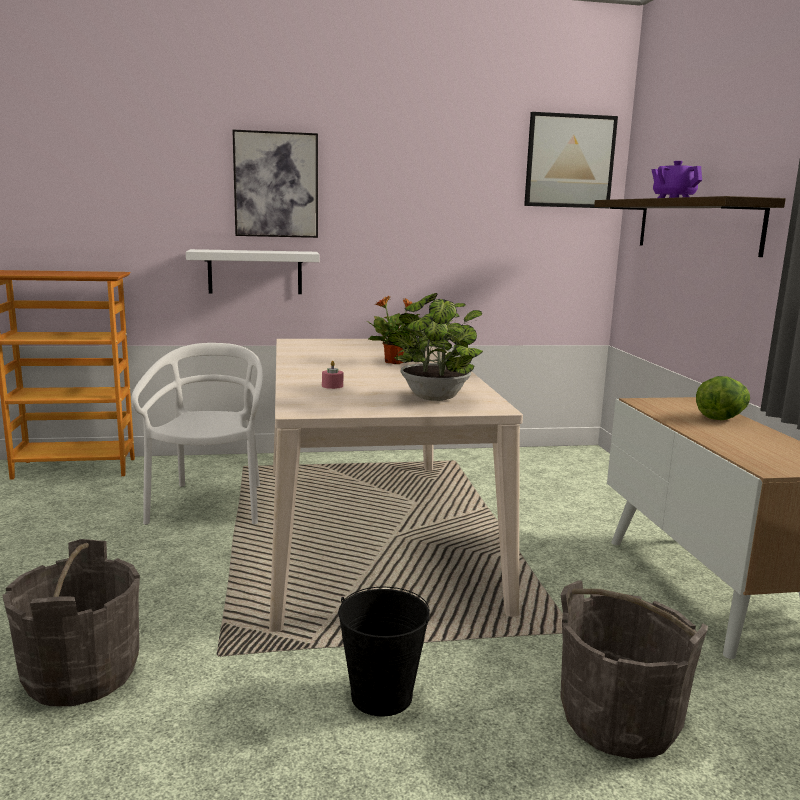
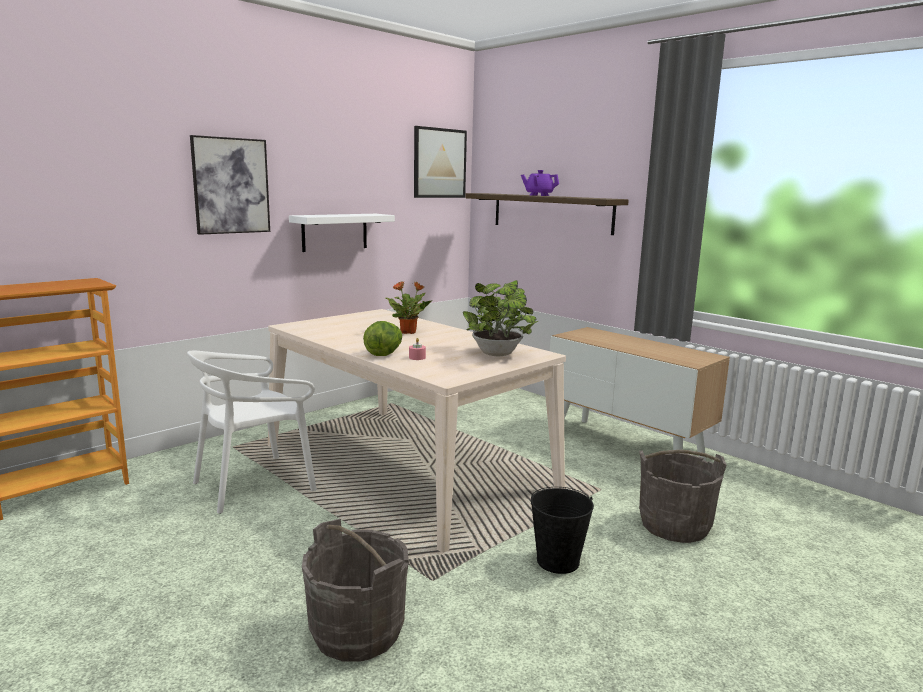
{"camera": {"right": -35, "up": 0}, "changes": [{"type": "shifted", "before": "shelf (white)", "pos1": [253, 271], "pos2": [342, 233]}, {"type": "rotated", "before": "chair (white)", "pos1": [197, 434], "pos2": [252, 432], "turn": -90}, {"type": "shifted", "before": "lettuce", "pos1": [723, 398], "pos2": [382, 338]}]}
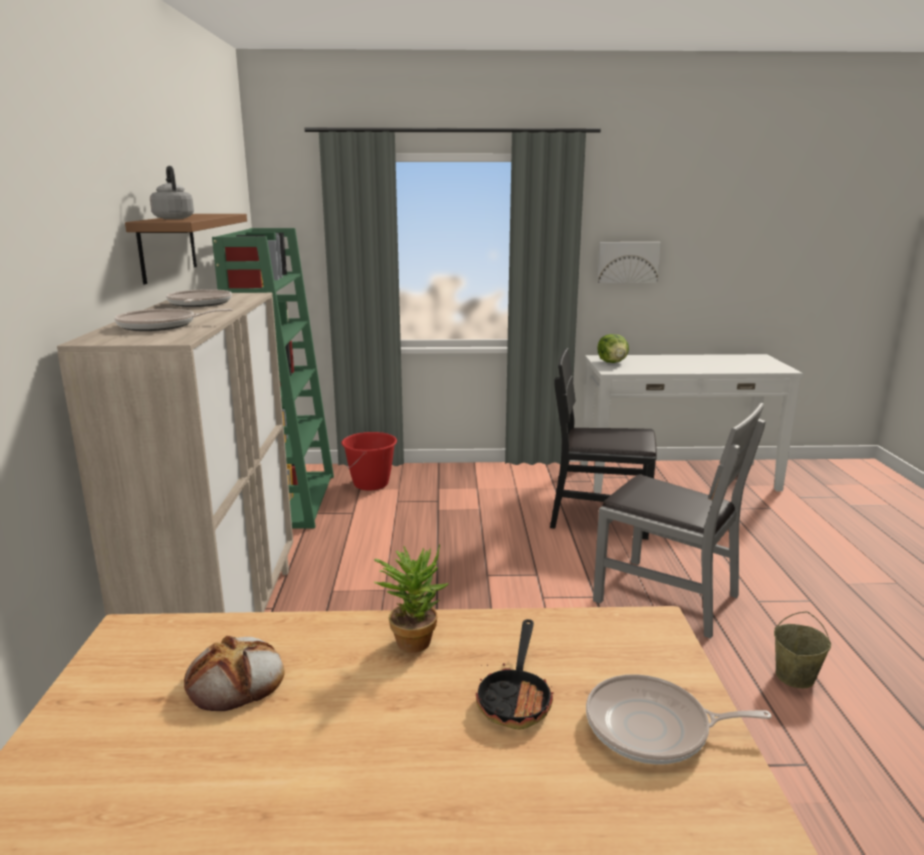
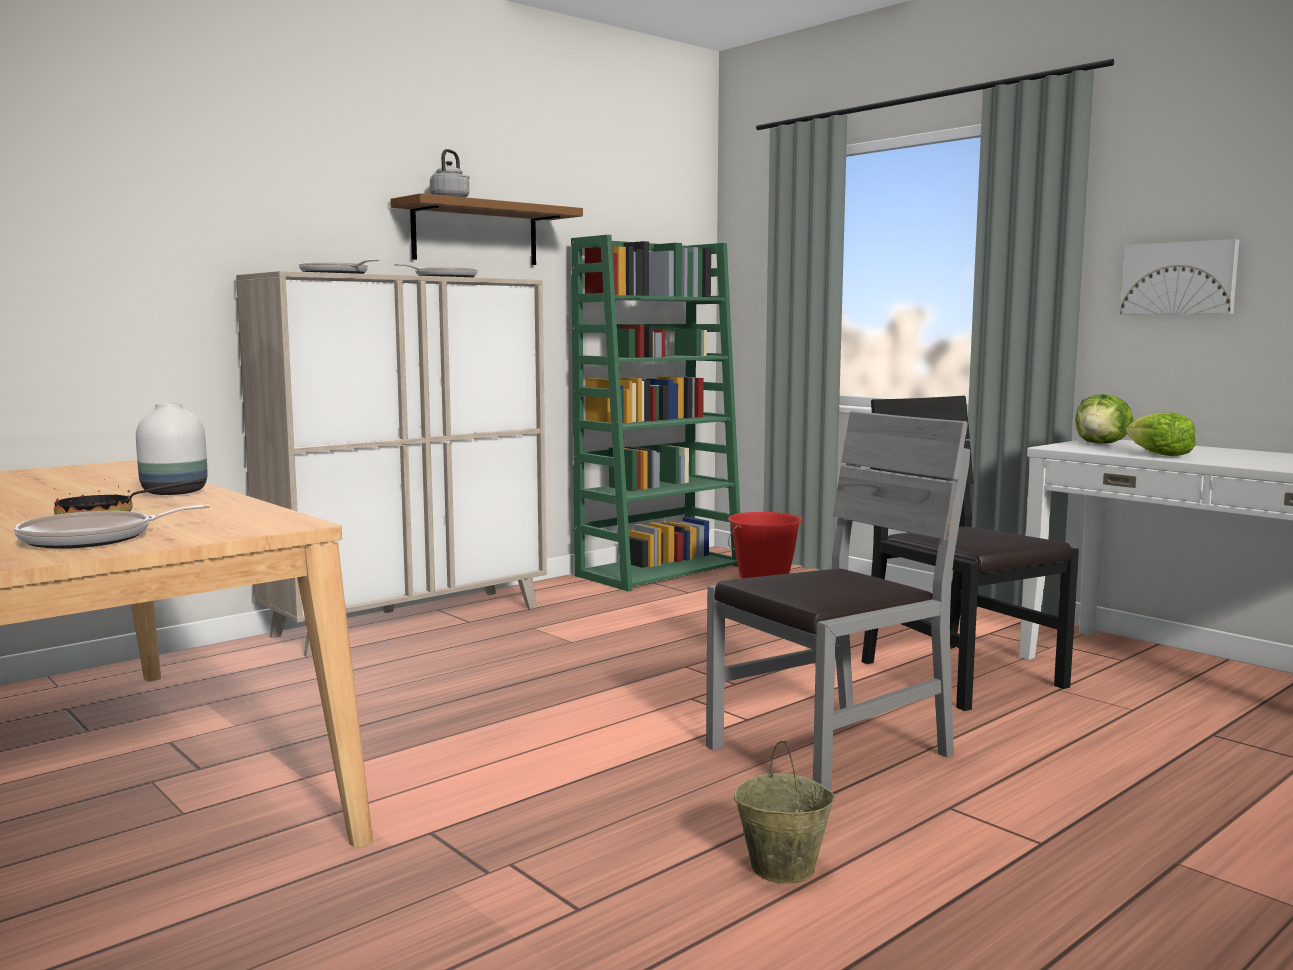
{"camera": {"right": 50, "up": -10}, "changes": [{"type": "rotated", "before": "chair (grey)", "pos1": [679, 521], "pos2": [838, 601], "turn": -120}, {"type": "swapped", "before": "potted plant", "after": "vase (white)", "pos1": [410, 598], "pos2": [172, 448]}, {"type": "gone", "before": "bread", "pos1": [234, 673]}, {"type": "rotated", "before": "frying pan", "pos1": [679, 719], "pos2": [112, 527], "turn": -90}, {"type": "new", "after": "lettuce", "pos2": [1161, 434]}]}
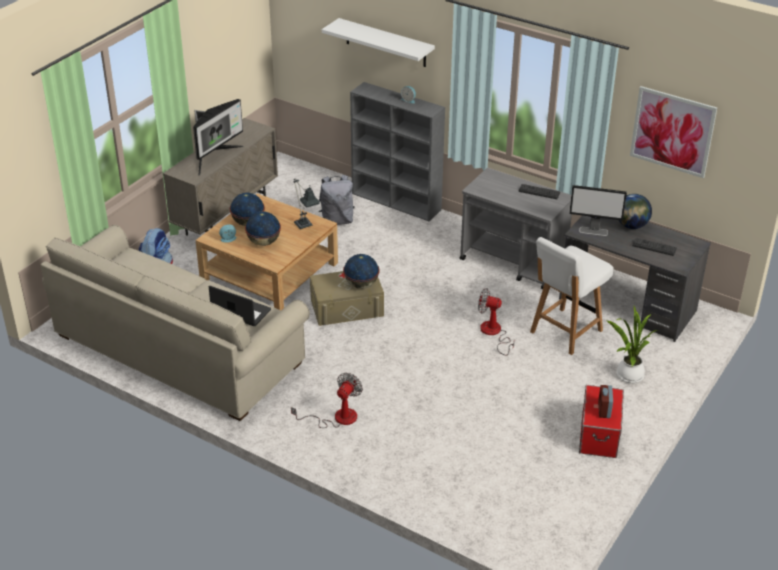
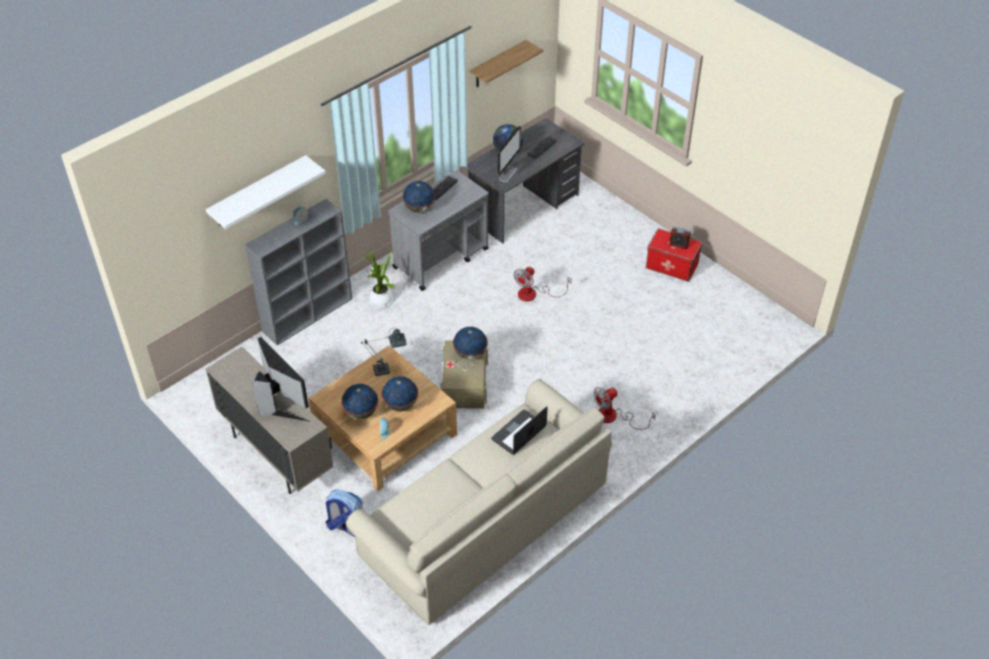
{"camera": {"right": -75, "up": 10}, "changes": [{"type": "swapped", "before": "picture", "after": "shelf", "pos1": [673, 132], "pos2": [506, 63]}, {"type": "gone", "before": "backpack (grey)", "pos1": [337, 200]}, {"type": "gone", "before": "chair (white)", "pos1": [572, 296]}, {"type": "shifted", "before": "potted plant", "pos1": [632, 344], "pos2": [377, 279]}, {"type": "rotated", "before": "fan", "pos1": [327, 400], "pos2": [625, 408], "turn": -75}, {"type": "new", "after": "globe", "pos2": [418, 197]}]}
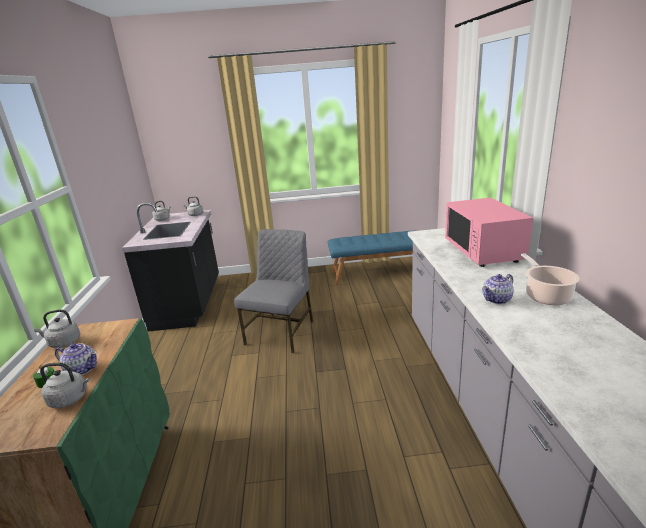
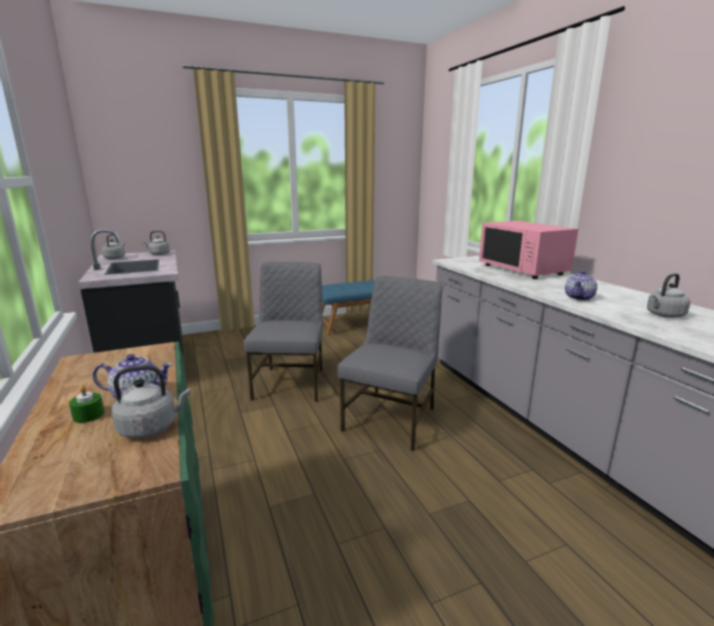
{"camera": {"right": -20, "up": -5}, "changes": [{"type": "gone", "before": "cooking pot", "pos1": [550, 279]}, {"type": "shifted", "before": "kettle (grey)", "pos1": [57, 328], "pos2": [668, 295]}, {"type": "new", "after": "chair (grey)", "pos2": [390, 363]}]}
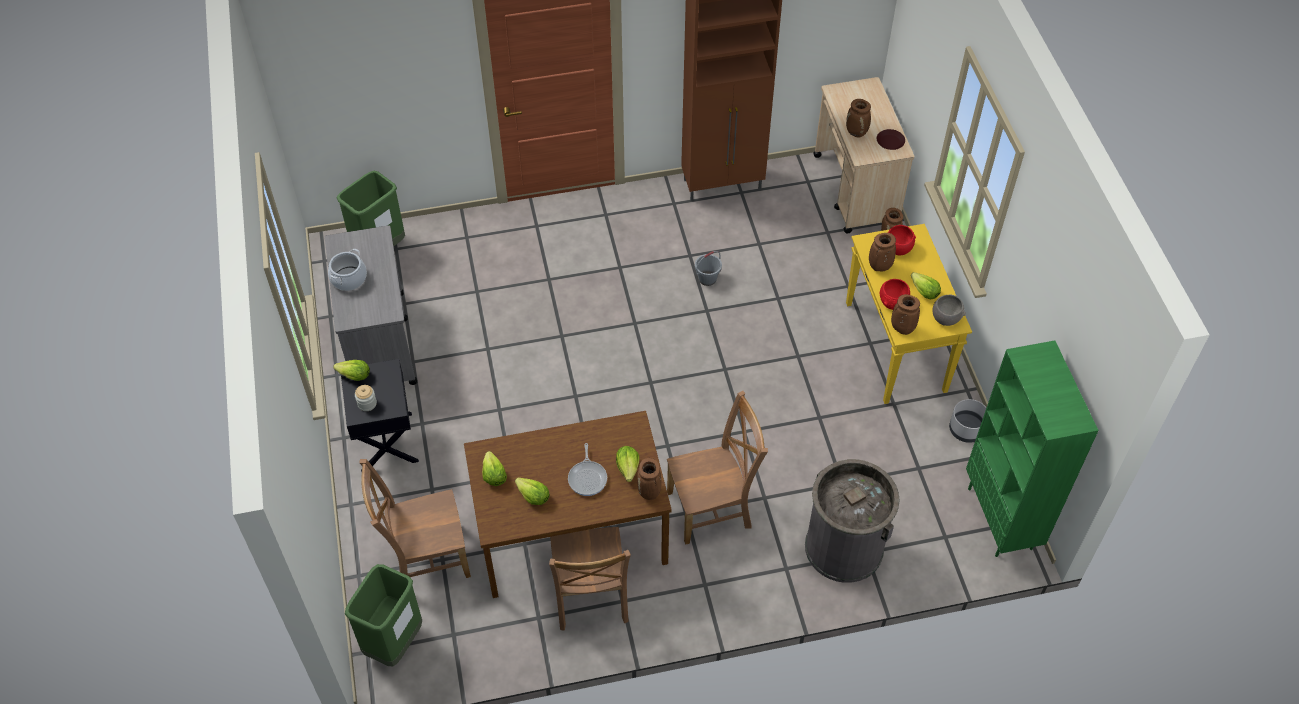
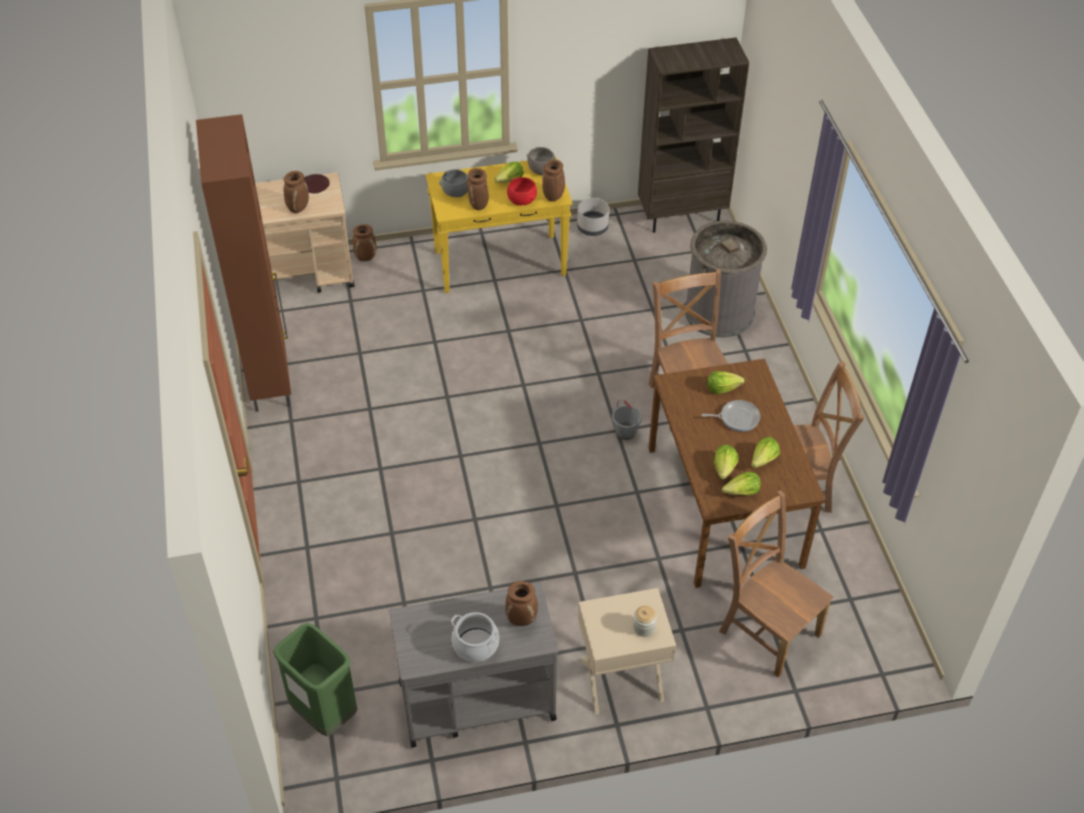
{"camera": {"right": -90, "up": -5}, "changes": [{"type": "repainted", "before": "bowl (red)", "after": "bowl (grey)", "pos1": [902, 240], "pos2": [453, 183]}, {"type": "shifted", "before": "bucket (grey)", "pos1": [708, 268], "pos2": [627, 419]}, {"type": "repainted", "before": "bookcase (green)", "after": "bookcase (brown)", "pos1": [1032, 449], "pos2": [693, 135]}, {"type": "repainted", "before": "nightstand (black)", "after": "nightstand (beige)", "pos1": [380, 415], "pos2": [627, 651]}, {"type": "shifted", "before": "lettuce", "pos1": [351, 370], "pos2": [726, 462]}, {"type": "shifted", "before": "vase (brown)", "pos1": [649, 479], "pos2": [521, 603]}, {"type": "rotated", "before": "chair (brown)", "pos1": [415, 518], "pos2": [776, 583], "turn": 150}, {"type": "gone", "before": "trash can (green)", "pos1": [383, 615]}]}
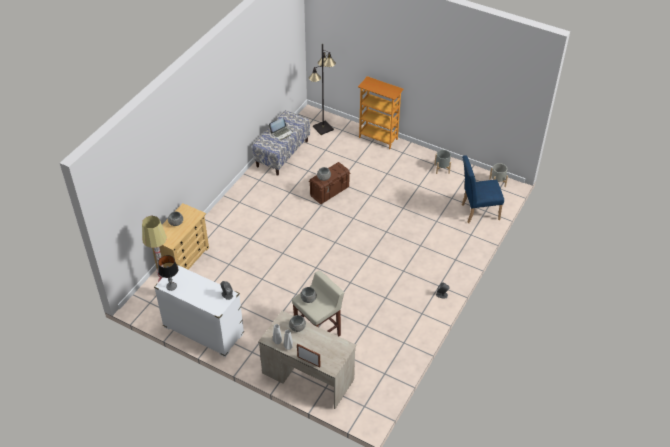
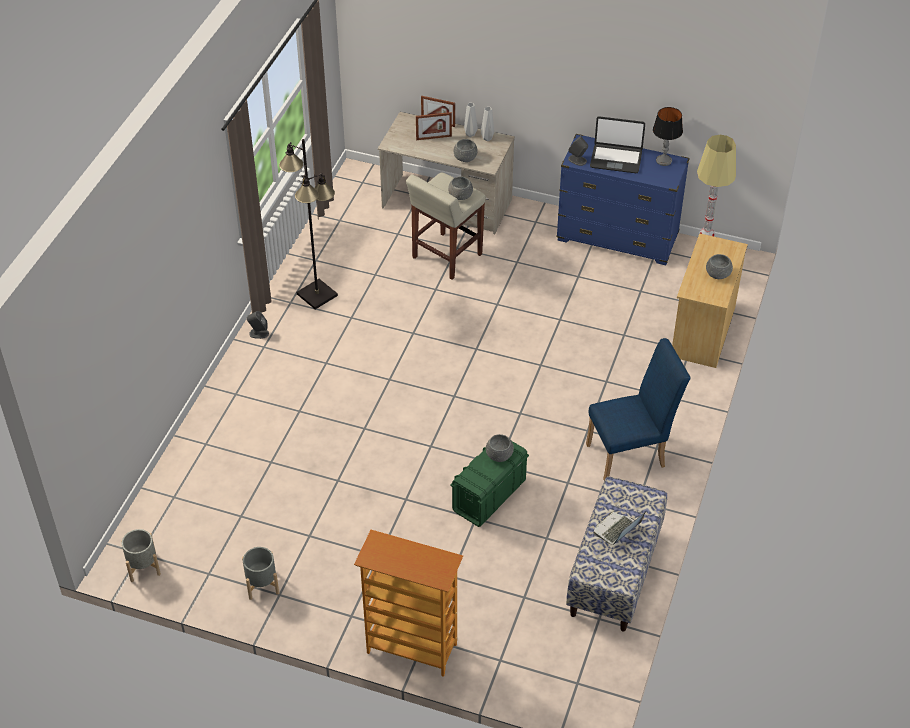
{"camera": {"right": 170, "up": 0}, "changes": [{"type": "shifted", "before": "floor lamp (black)", "pos1": [322, 89], "pos2": [308, 224]}, {"type": "shifted", "before": "chair (blue)", "pos1": [483, 189], "pos2": [638, 409]}, {"type": "repainted", "before": "storage box (brown)", "after": "storage box (green)", "pos1": [329, 183], "pos2": [489, 484]}, {"type": "repainted", "before": "dresser (white)", "after": "dresser (blue)", "pos1": [199, 311], "pos2": [623, 199]}, {"type": "new", "after": "picture frame", "pos2": [434, 126]}, {"type": "new", "after": "laptop", "pos2": [617, 144]}]}
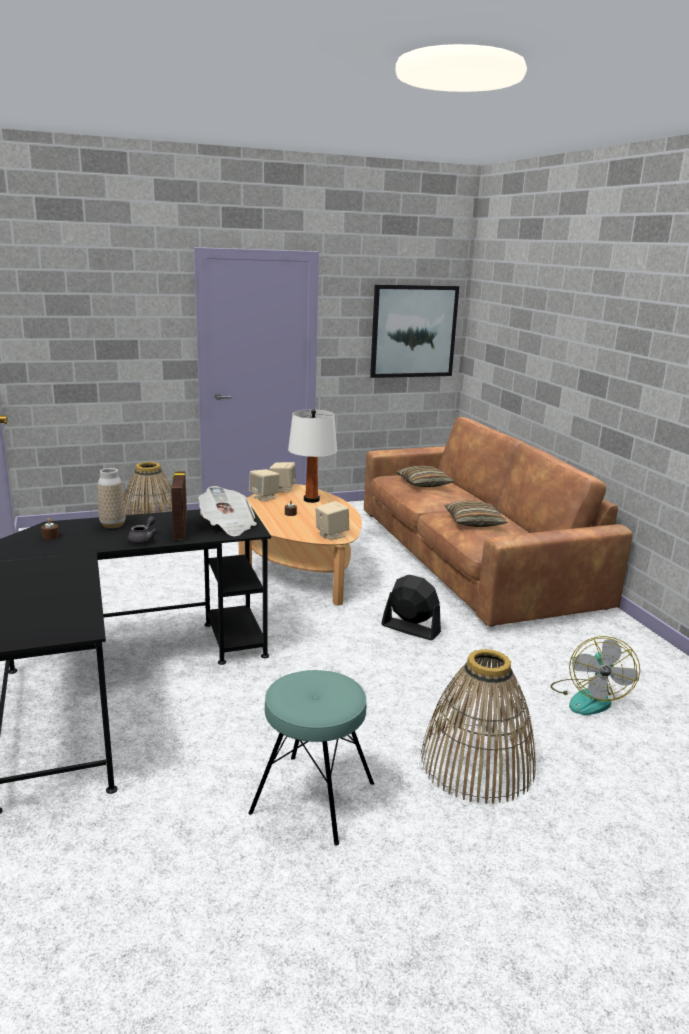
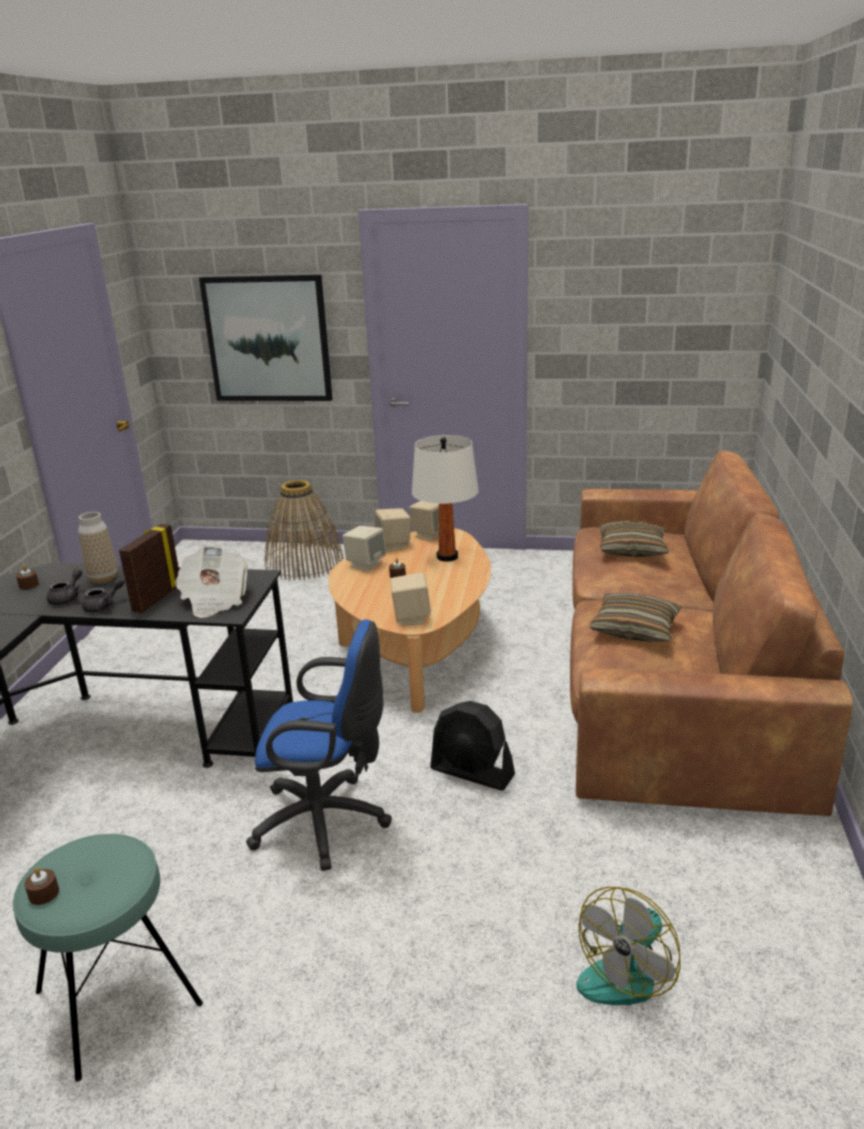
{"camera": {"right": 30, "up": 5}, "changes": [{"type": "shifted", "before": "picture", "pos1": [414, 331], "pos2": [265, 338]}, {"type": "rotated", "before": "fan (black)", "pos1": [411, 607], "pos2": [472, 746], "turn": 150}, {"type": "gone", "before": "basket", "pos1": [478, 726]}, {"type": "new", "after": "speaker (beige)", "pos2": [364, 549]}, {"type": "new", "after": "teapot (grey)", "pos2": [64, 587]}, {"type": "new", "after": "office chair (blue)", "pos2": [319, 745]}, {"type": "new", "after": "candle (brown)", "pos2": [41, 886]}]}
